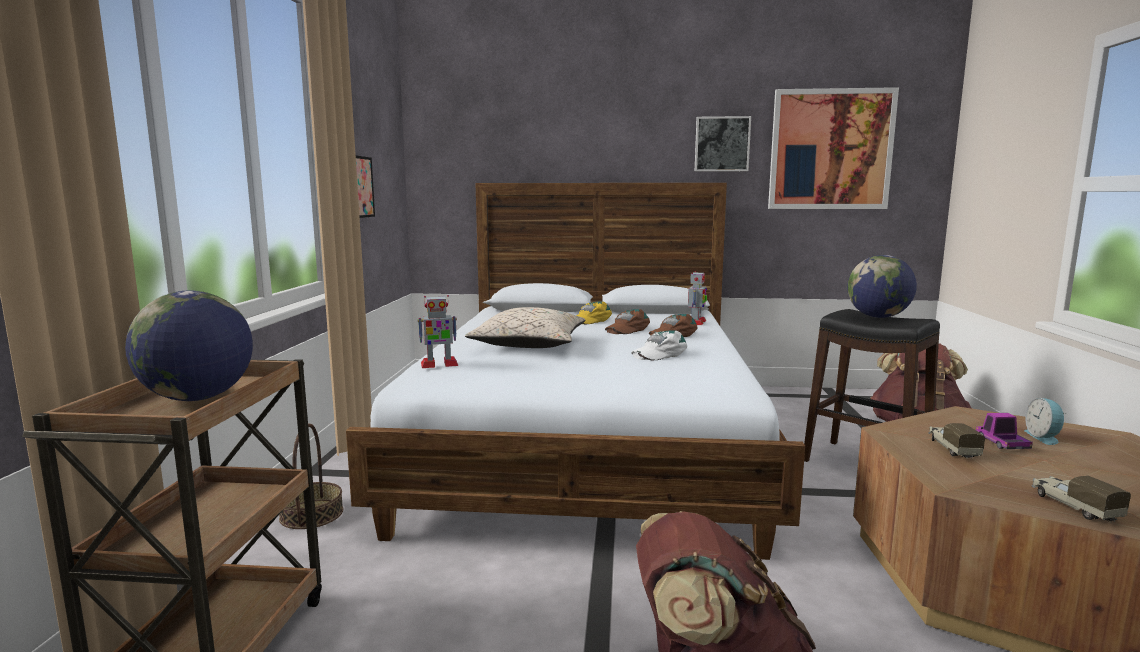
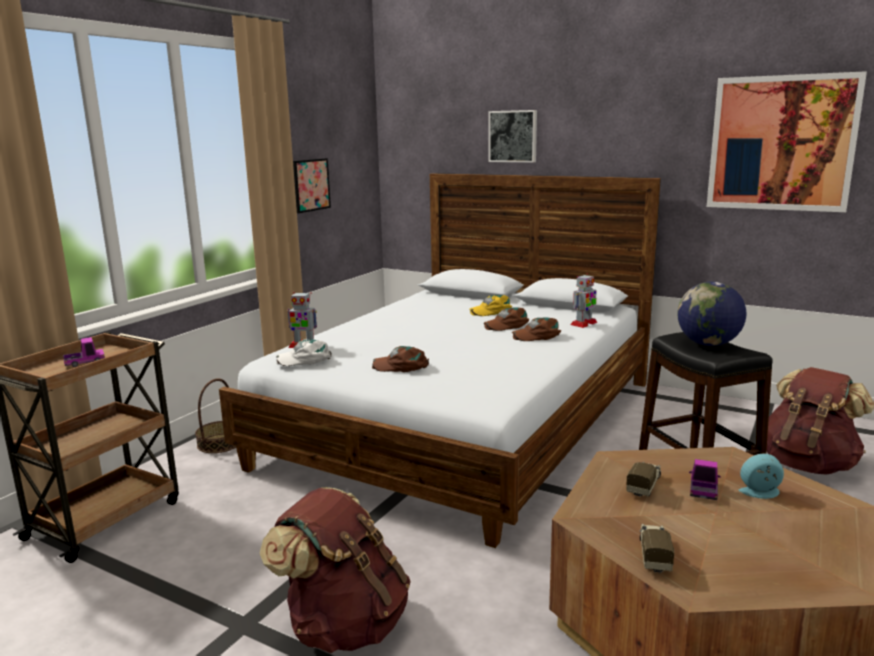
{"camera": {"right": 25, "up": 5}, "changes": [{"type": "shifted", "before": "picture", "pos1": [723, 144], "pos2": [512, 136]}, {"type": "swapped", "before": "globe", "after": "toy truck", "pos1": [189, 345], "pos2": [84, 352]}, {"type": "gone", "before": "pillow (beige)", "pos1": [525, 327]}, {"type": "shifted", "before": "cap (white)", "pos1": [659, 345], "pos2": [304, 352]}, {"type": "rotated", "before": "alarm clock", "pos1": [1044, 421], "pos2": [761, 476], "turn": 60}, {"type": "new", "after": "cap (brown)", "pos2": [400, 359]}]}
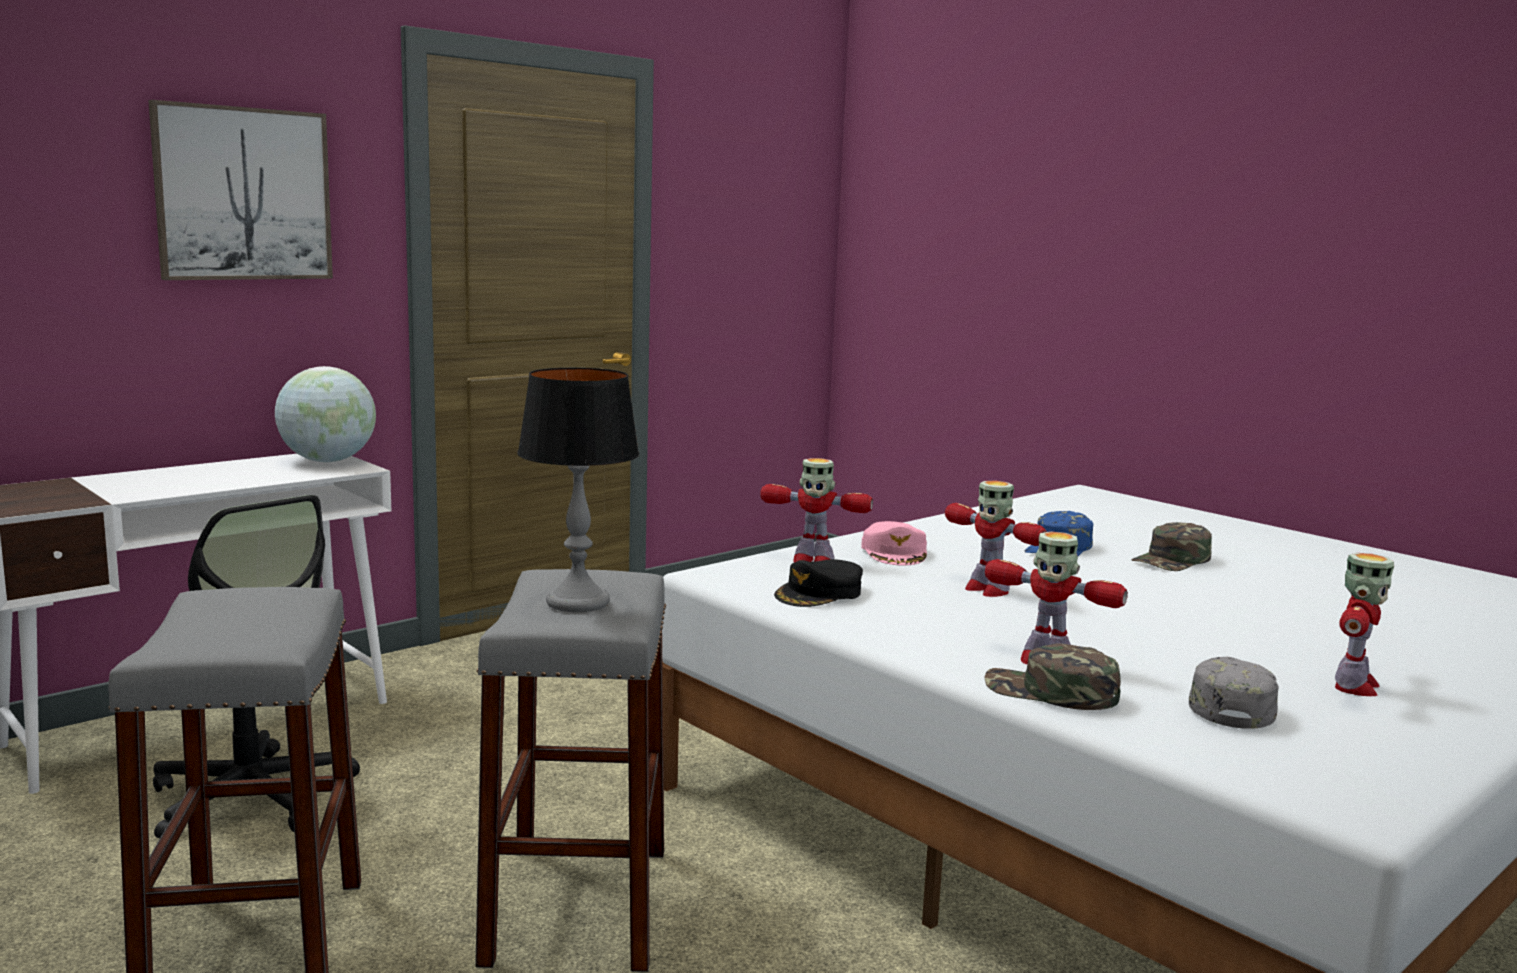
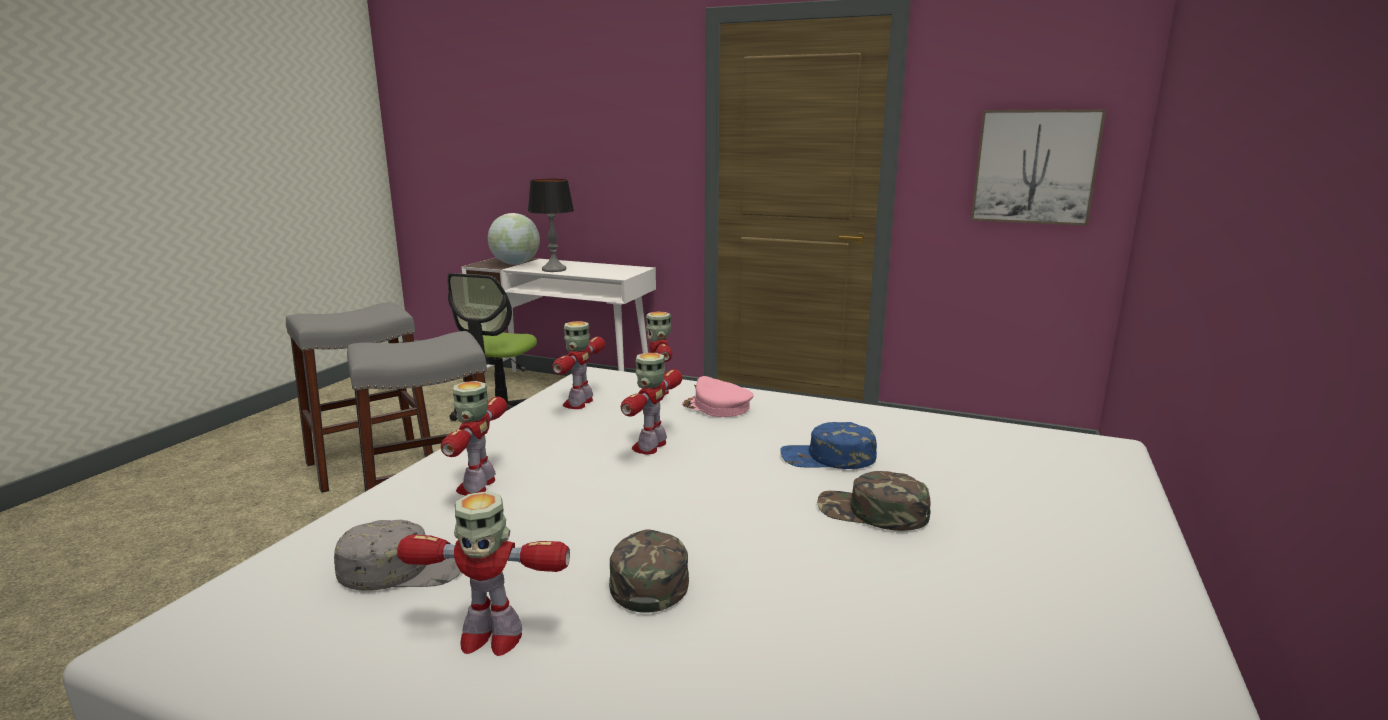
{"camera": {"right": 65, "up": 5}, "changes": [{"type": "shifted", "before": "picture", "pos1": [240, 190], "pos2": [1038, 167]}, {"type": "shifted", "before": "globe", "pos1": [325, 414], "pos2": [514, 239]}, {"type": "shifted", "before": "table lamp", "pos1": [578, 490], "pos2": [550, 225]}, {"type": "rotated", "before": "cap (pink)", "pos1": [894, 543], "pos2": [718, 396], "turn": 60}, {"type": "swapped", "before": "cap (black)", "after": "toy robot", "pos1": [818, 583], "pos2": [578, 365]}, {"type": "shifted", "before": "cap (green)", "pos1": [1053, 676], "pos2": [649, 571]}]}
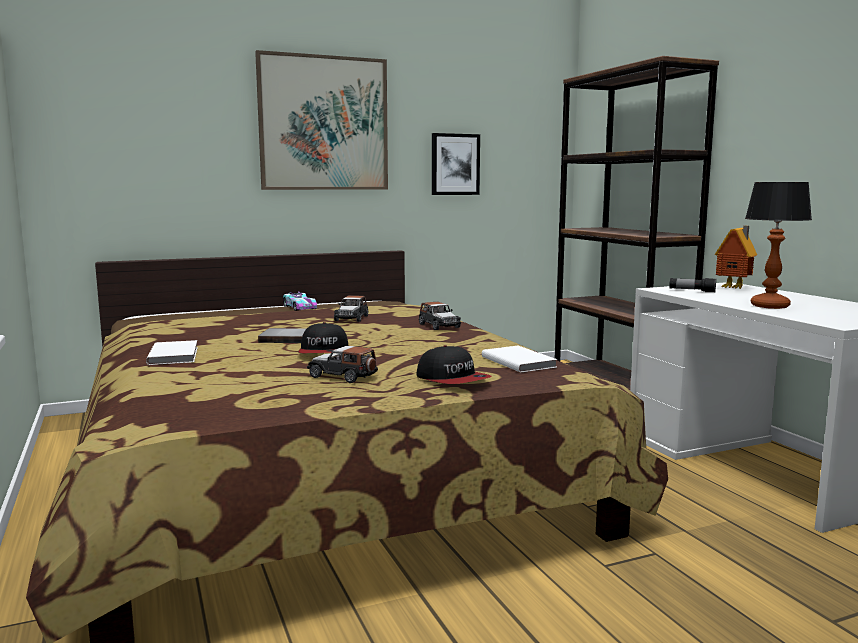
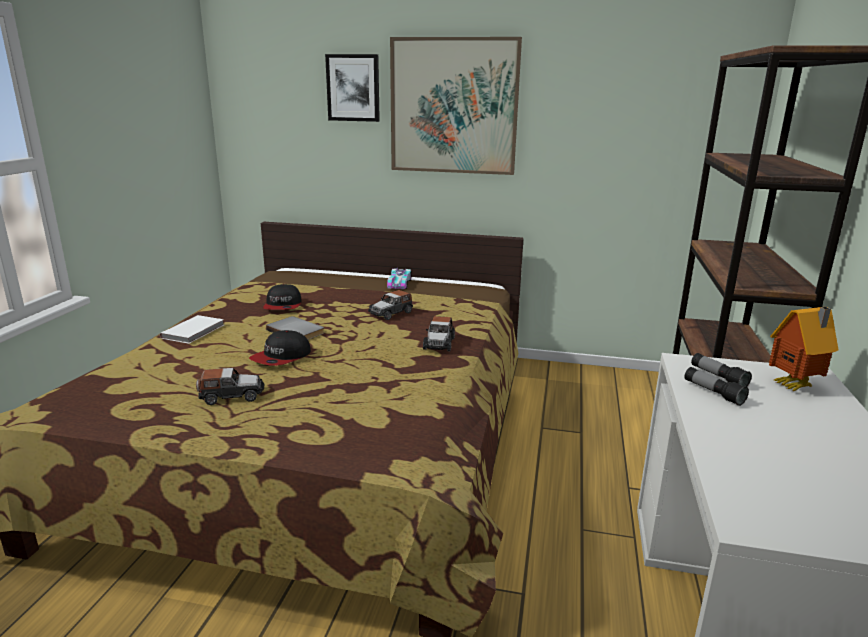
{"camera": {"right": 35, "up": 10}, "changes": [{"type": "shifted", "before": "picture", "pos1": [456, 164], "pos2": [352, 88]}, {"type": "gone", "before": "table lamp", "pos1": [778, 245]}, {"type": "shifted", "before": "cap", "pos1": [453, 364], "pos2": [282, 297]}, {"type": "rotated", "before": "toy car", "pos1": [342, 364], "pos2": [230, 386], "turn": 105}, {"type": "gone", "before": "book (white)", "pos1": [520, 359]}, {"type": "new", "after": "flashlight", "pos2": [716, 386]}]}
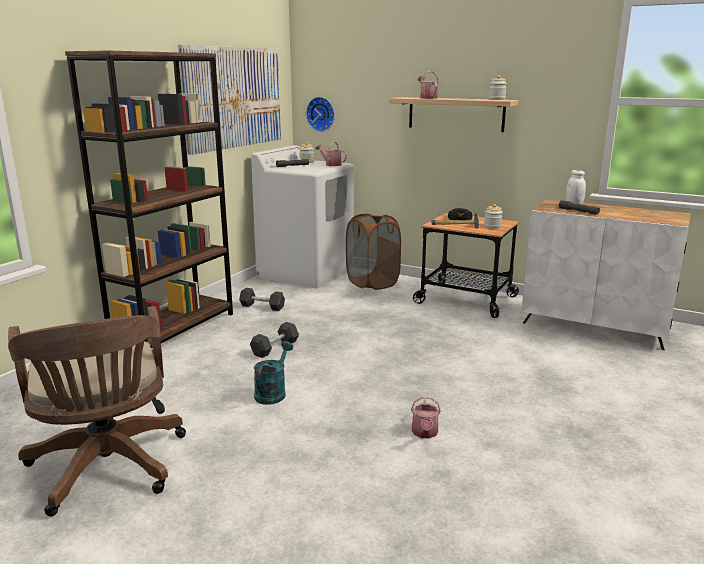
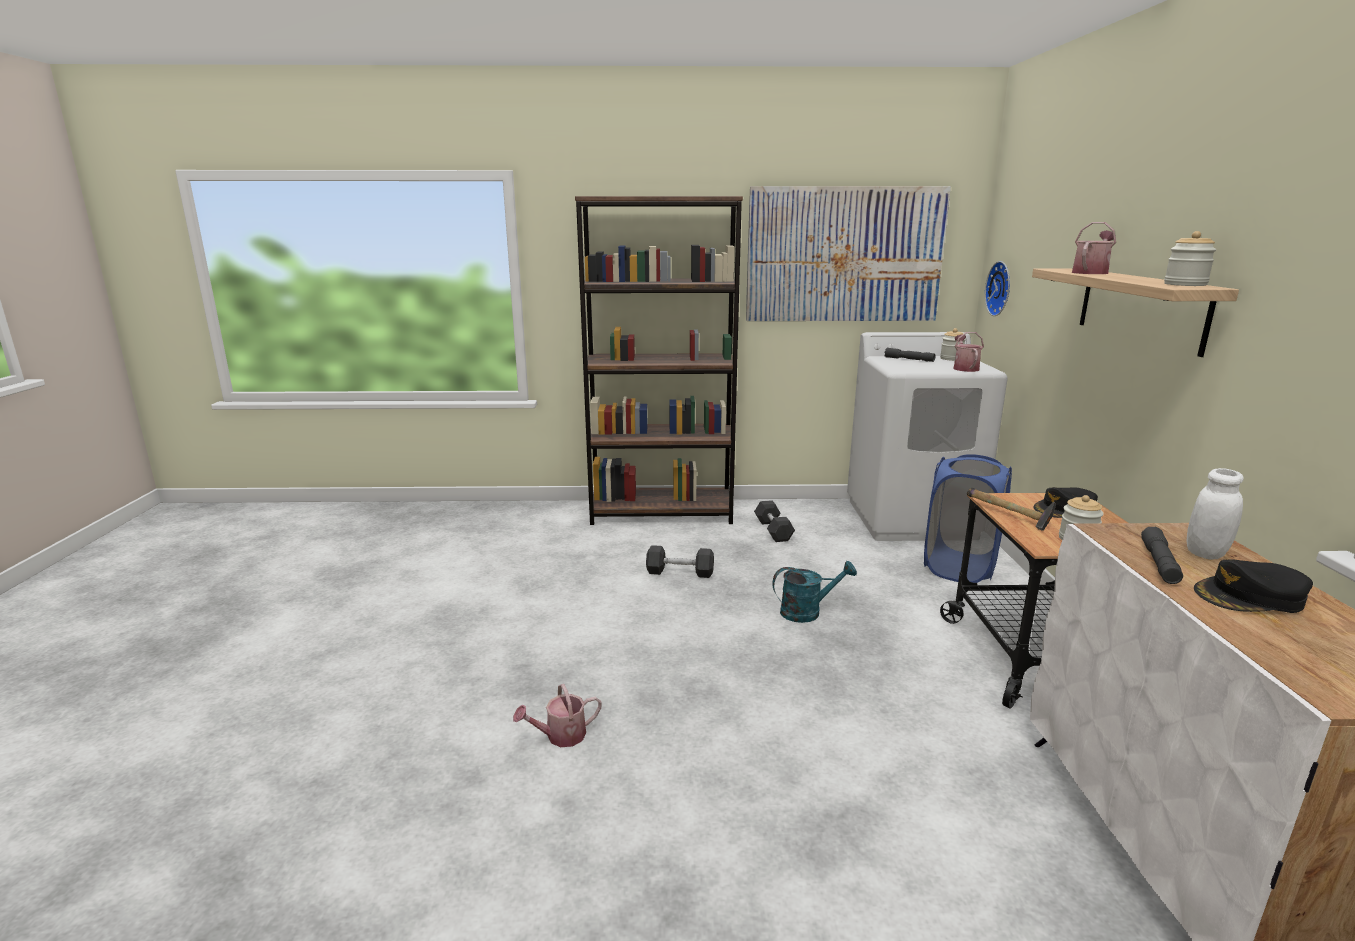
{"camera": {"right": 60, "up": 0}, "changes": [{"type": "repainted", "before": "laundry basket (brown)", "after": "laundry basket (blue)", "pos1": [373, 252], "pos2": [968, 518]}, {"type": "gone", "before": "office chair (brown)", "pos1": [97, 411]}, {"type": "shifted", "before": "watering can (turquoise)", "pos1": [273, 373], "pos2": [814, 592]}, {"type": "new", "after": "cap (black)", "pos2": [1253, 586]}]}
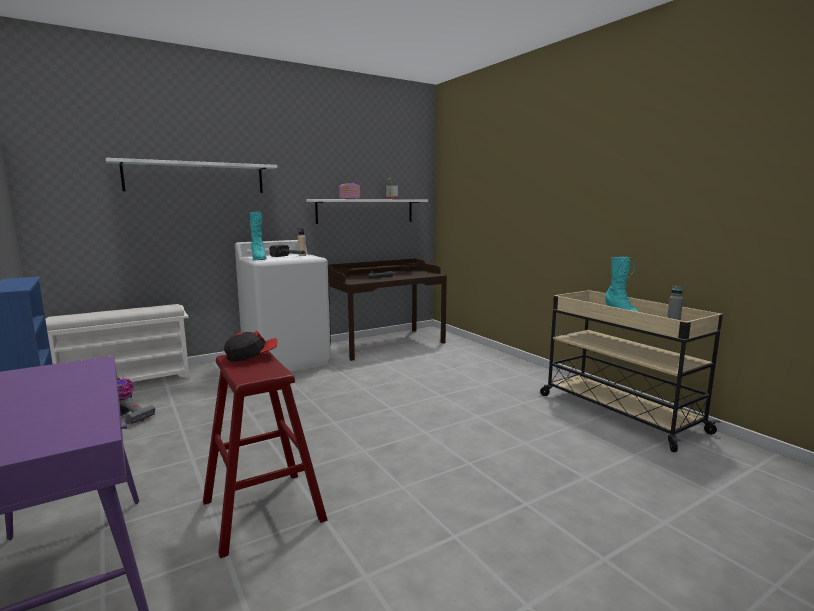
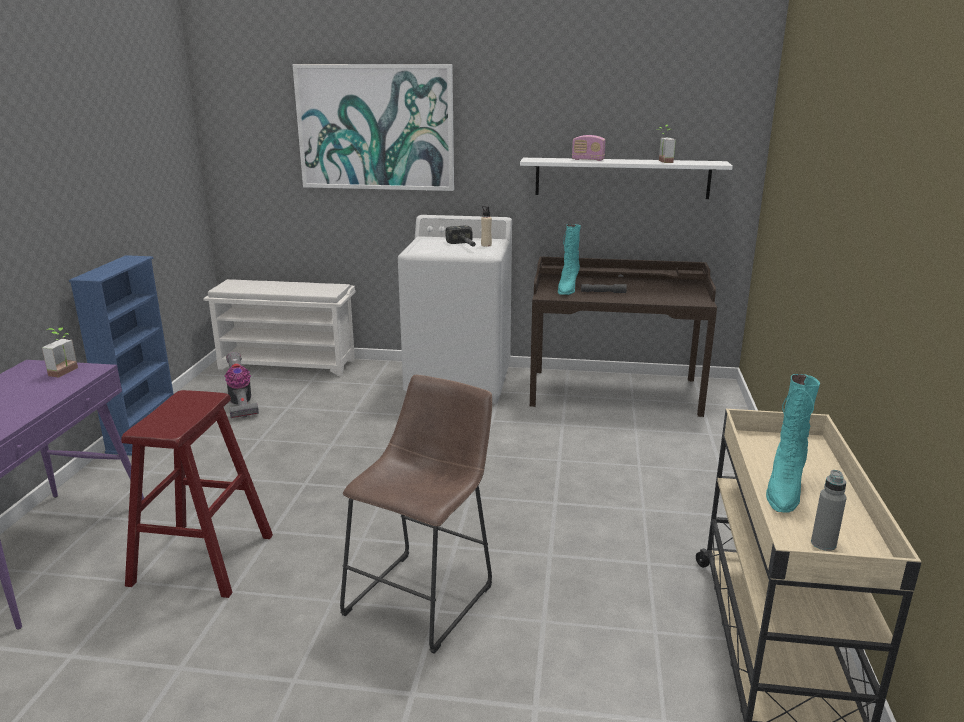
{"camera": {"right": 40, "up": 10}, "changes": [{"type": "swapped", "before": "shelf (white)", "after": "picture", "pos1": [191, 175], "pos2": [373, 127]}, {"type": "shifted", "before": "boot (turquoise)", "pos1": [258, 236], "pos2": [569, 259]}, {"type": "gone", "before": "cap", "pos1": [250, 346]}, {"type": "new", "after": "potted plant", "pos2": [60, 352]}, {"type": "new", "after": "stool (brown)", "pos2": [416, 514]}]}
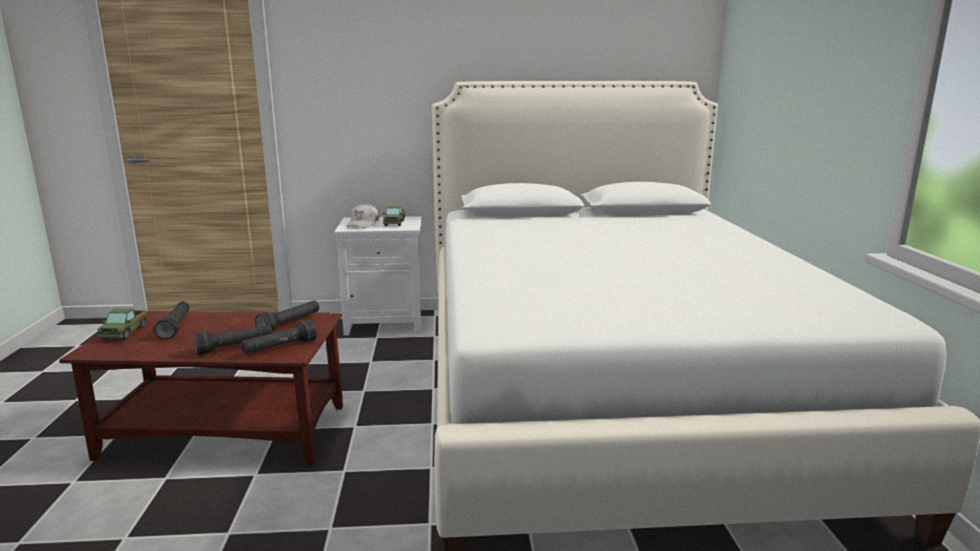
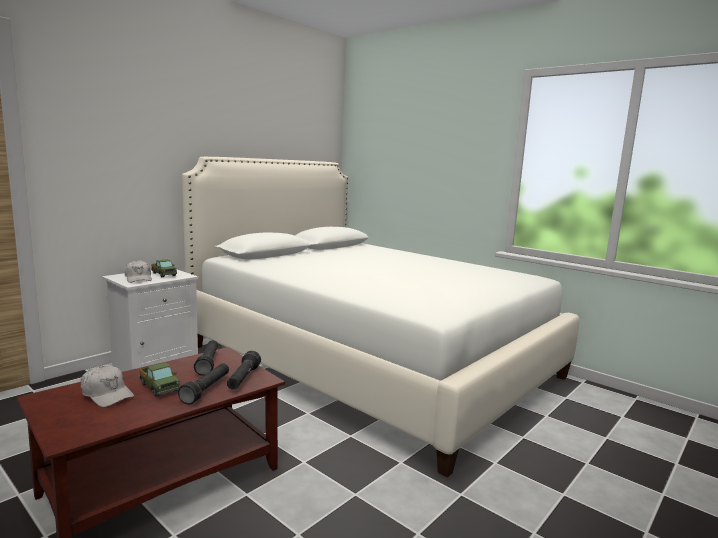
{"camera": {"right": -45, "up": -5}, "changes": [{"type": "swapped", "before": "flashlight (black)", "after": "cap (white)", "pos1": [172, 320], "pos2": [107, 386]}, {"type": "shifted", "before": "toy truck", "pos1": [123, 324], "pos2": [159, 379]}]}
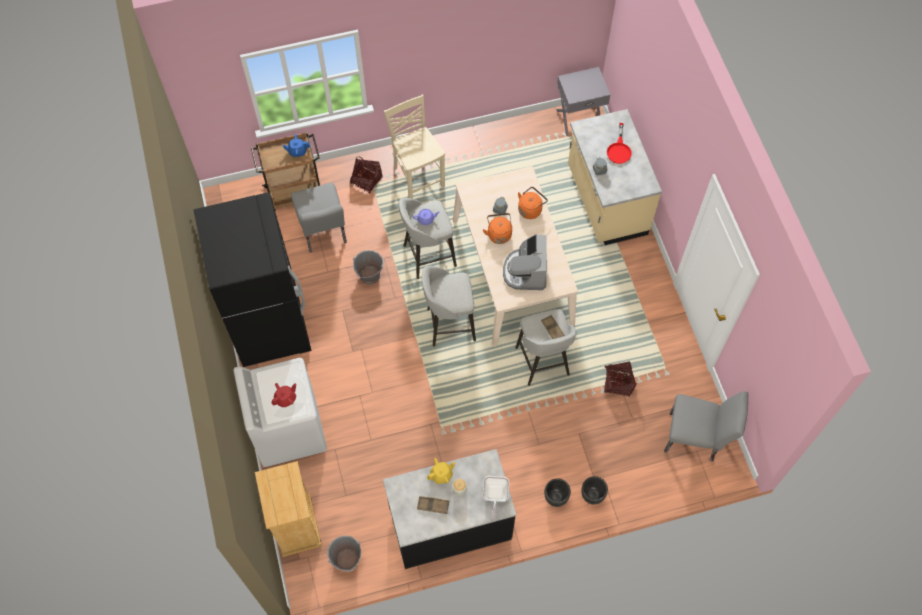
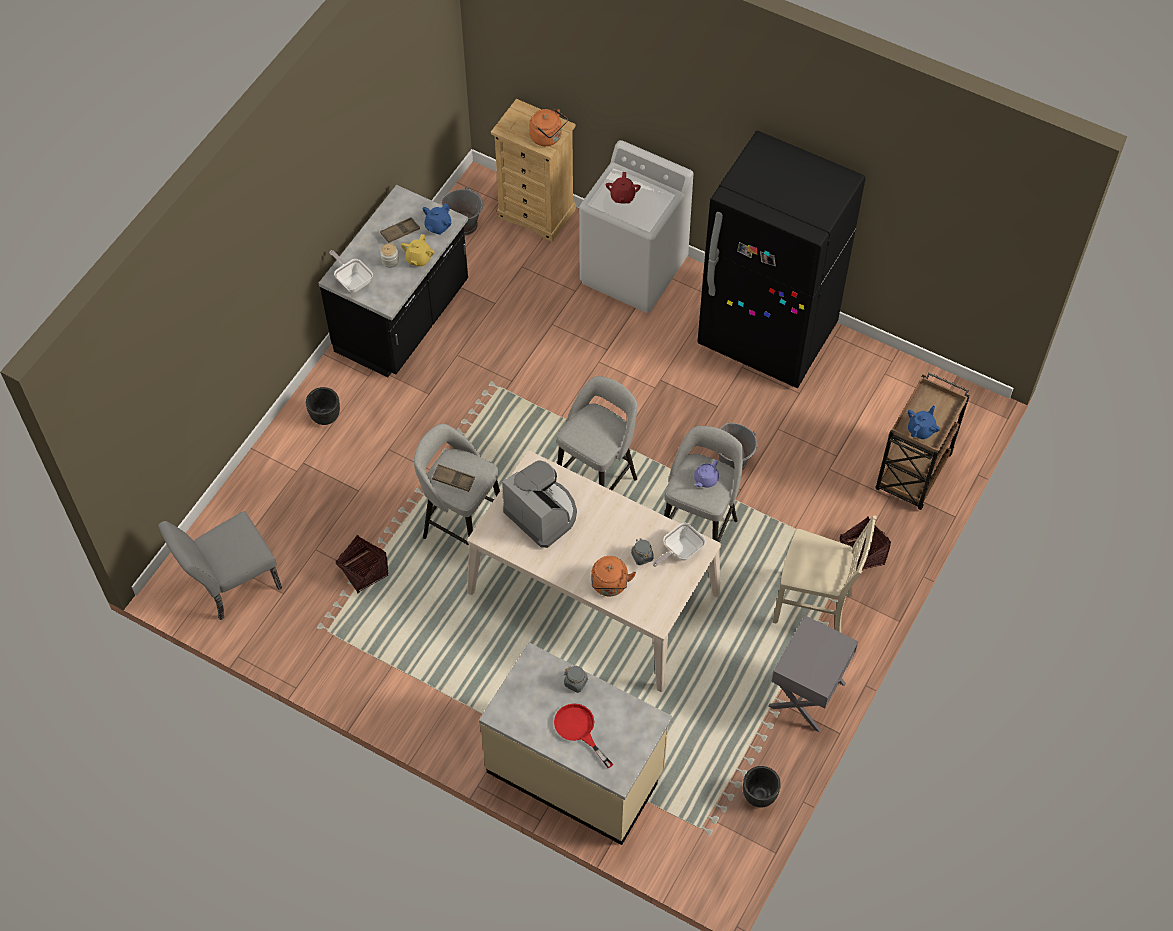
{"camera": {"right": 135, "up": -5}, "changes": [{"type": "shifted", "before": "nightstand (grey)", "pos1": [583, 101], "pos2": [813, 673]}, {"type": "gone", "before": "chair (grey)", "pos1": [319, 217]}, {"type": "shifted", "before": "kettle (orange)", "pos1": [497, 228], "pos2": [548, 127]}, {"type": "shifted", "before": "planter (black)", "pos1": [594, 490], "pos2": [762, 787]}, {"type": "new", "after": "teapot (blue)", "pos2": [437, 219]}, {"type": "new", "after": "frying pan", "pos2": [679, 545]}]}
